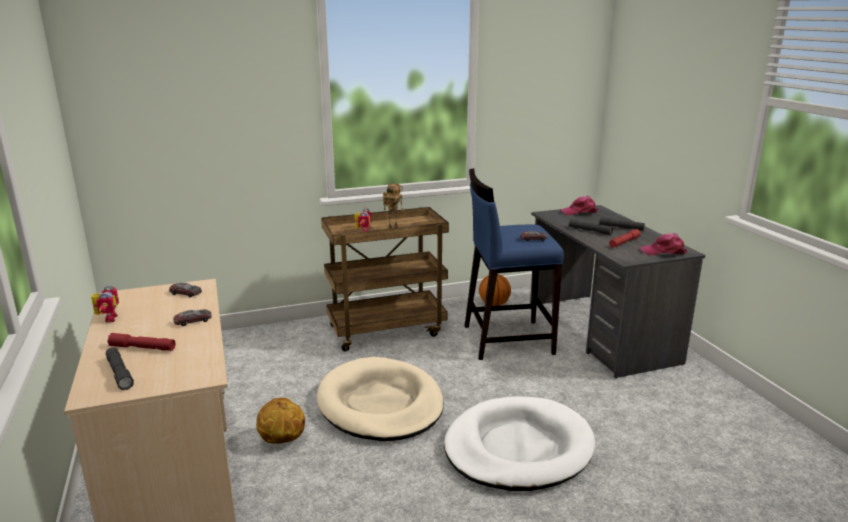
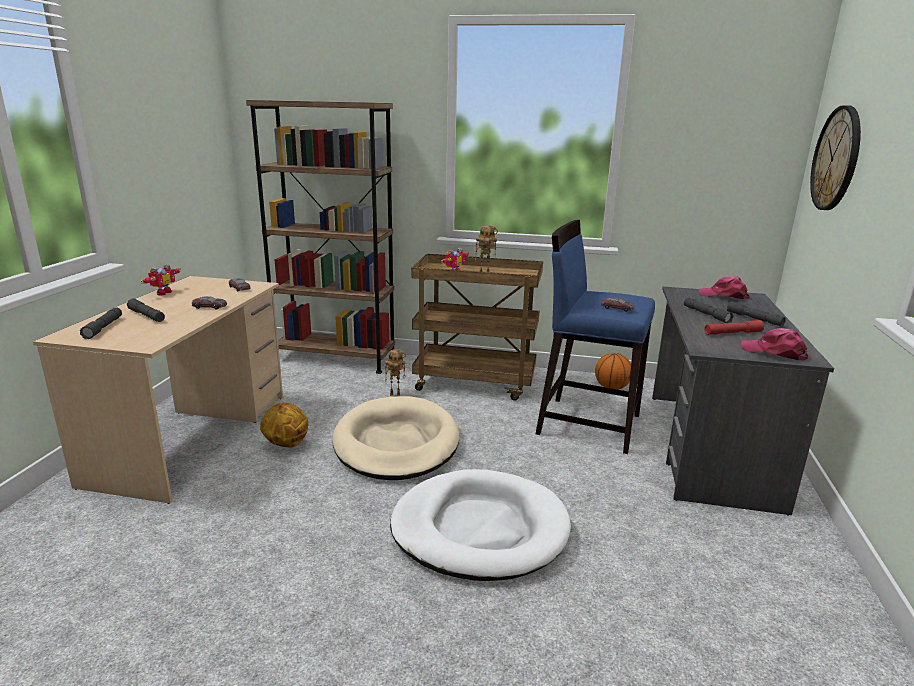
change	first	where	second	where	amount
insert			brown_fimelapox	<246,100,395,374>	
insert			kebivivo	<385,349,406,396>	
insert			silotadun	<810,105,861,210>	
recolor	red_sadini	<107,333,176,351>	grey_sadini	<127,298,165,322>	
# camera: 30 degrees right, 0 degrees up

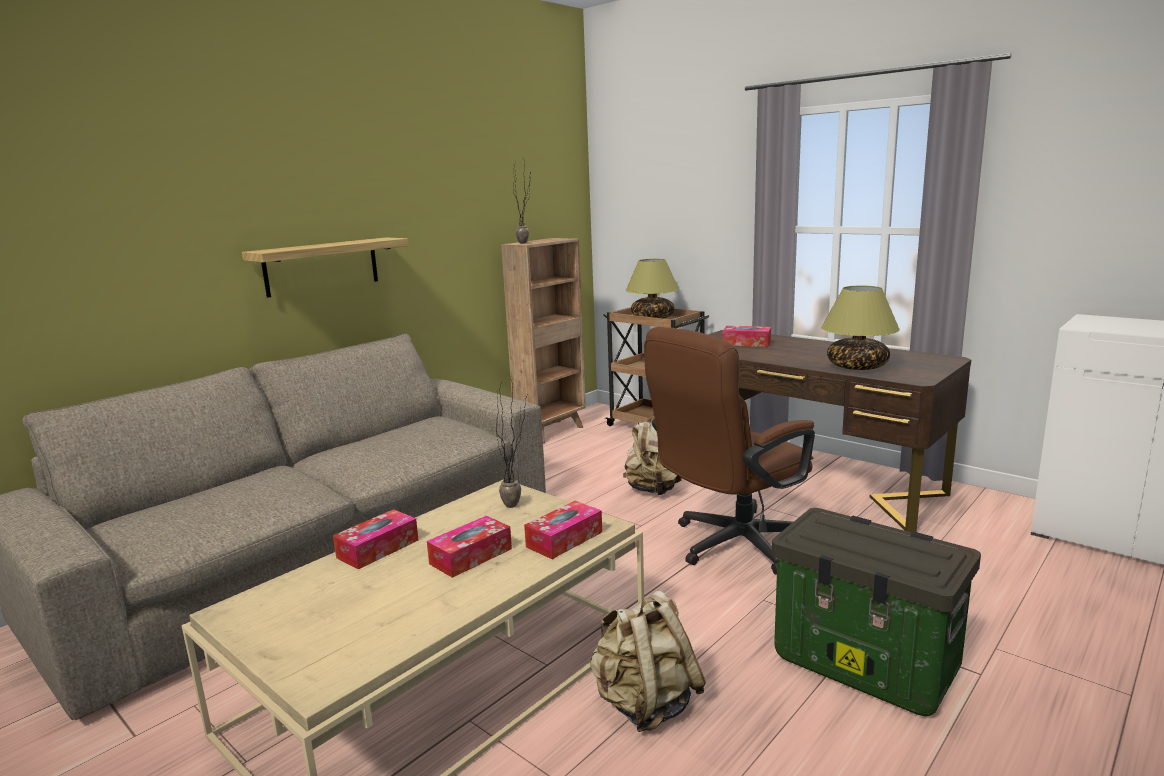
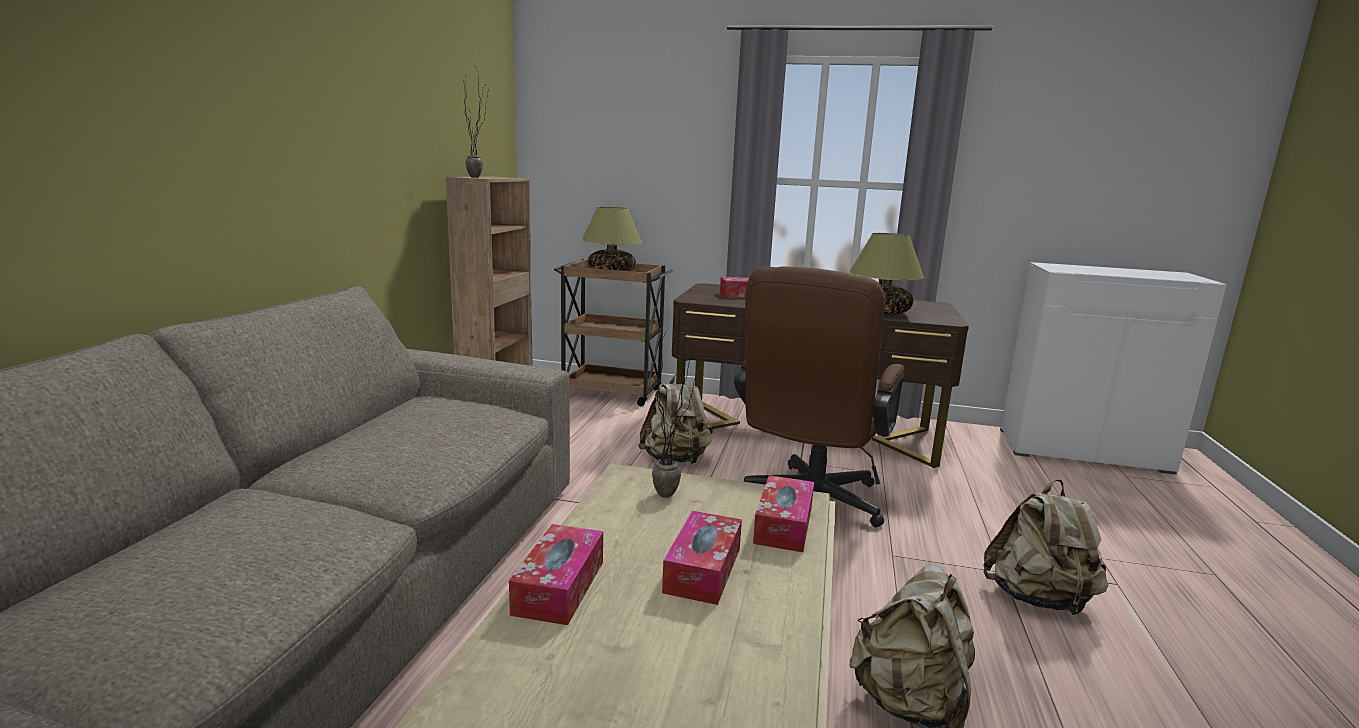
change	first	where	second	where	amount
delete	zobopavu	<242,237,409,298>			
replace	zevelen	<772,508,981,716>	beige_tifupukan	<983,479,1108,615>	
# camera: 30 degrees left, 0 degrees up

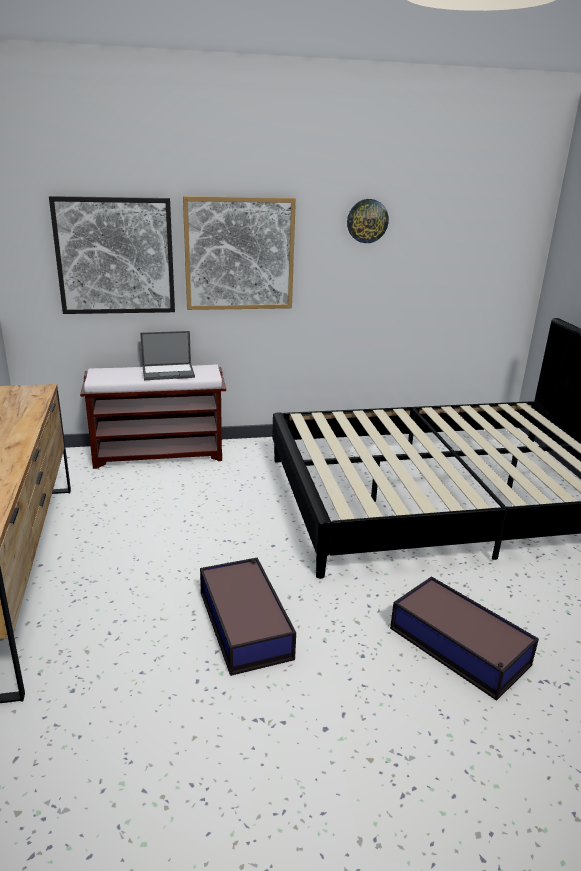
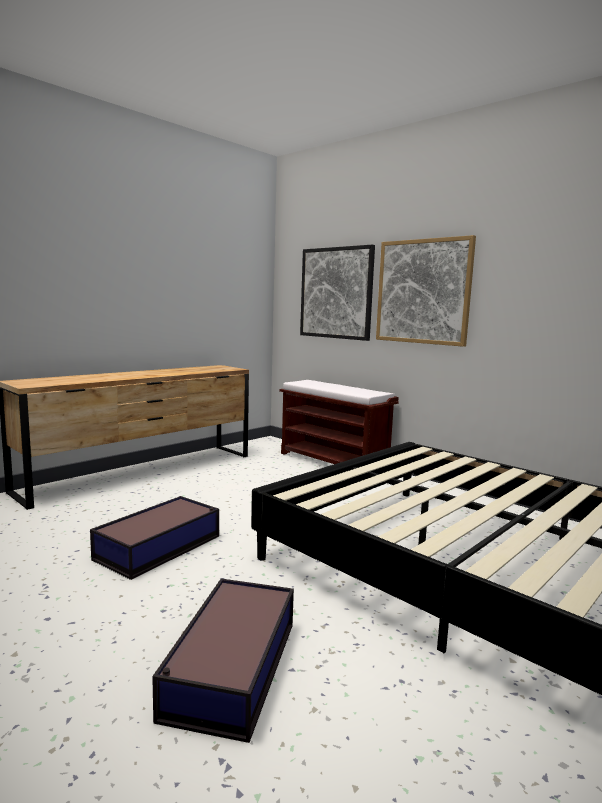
change	first	where	second	where	amount
delete	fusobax	<140,331,195,380>			
delete	silotadun	<347,199,389,243>			
# camera: 55 degrees right, 15 degrees down

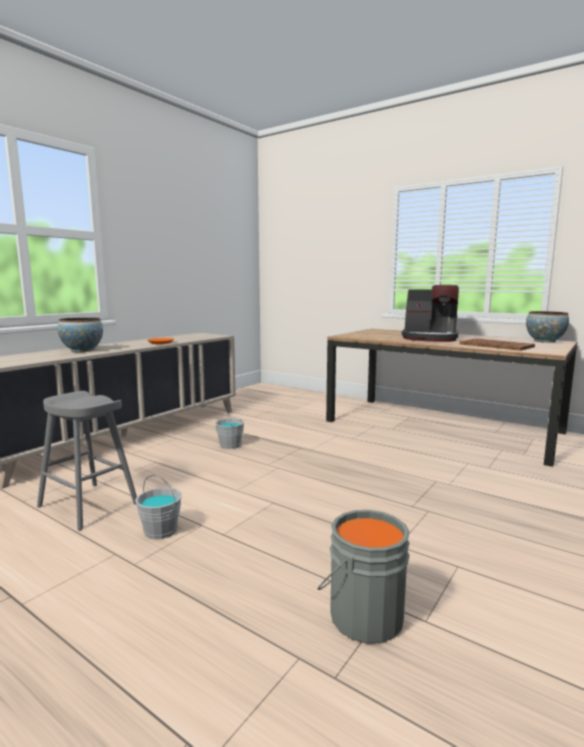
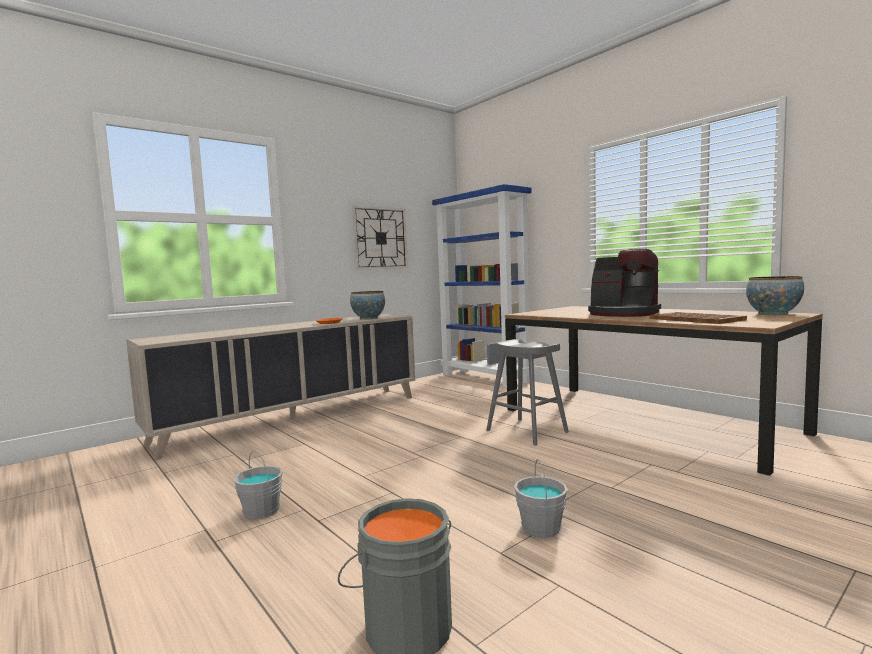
change	first	where	second	where	amount
insert			silotadun	<352,206,408,270>	
insert			blue_fimelapox	<432,184,532,388>	
move	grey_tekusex	<37,391,137,530>		<486,339,569,446>	
move	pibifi	<57,317,103,352>		<350,291,385,320>	
move	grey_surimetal	<215,408,244,449>		<514,459,568,538>	
# camera: 15 degrees right, 5 degrees down

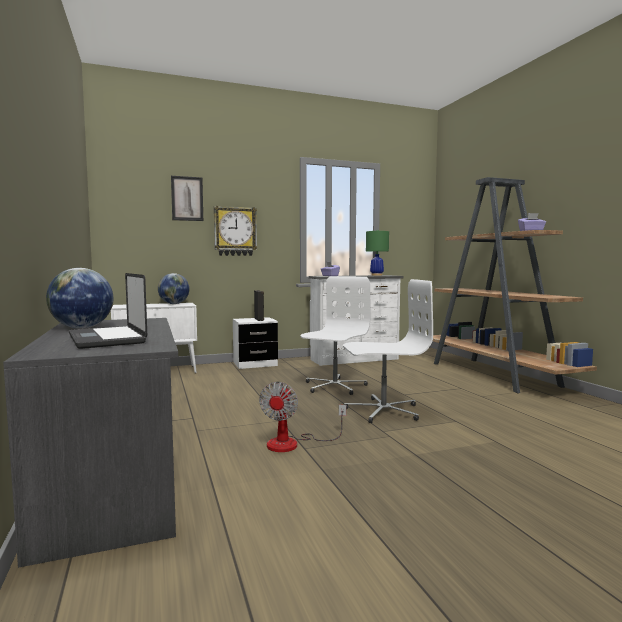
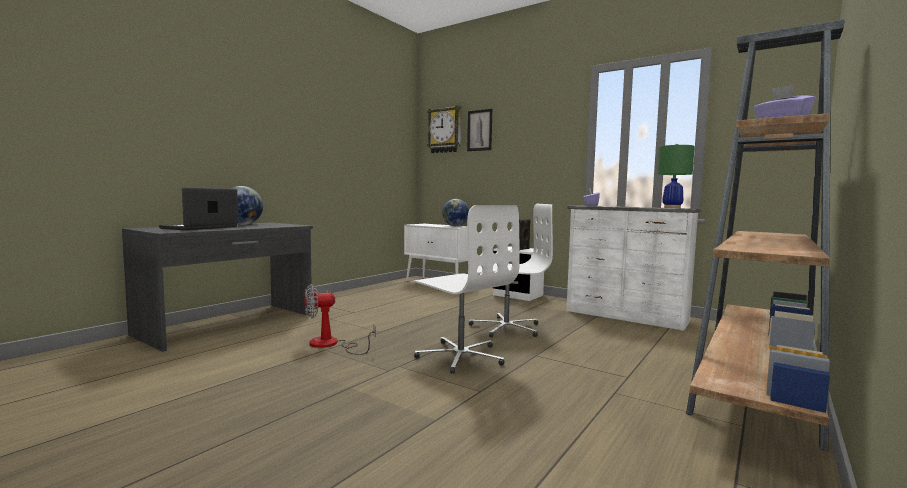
change	first	where	second	where	amount
move	silotadun	<214,206,257,256>		<427,105,461,153>	
# camera: 55 degrees right, 0 degrees up

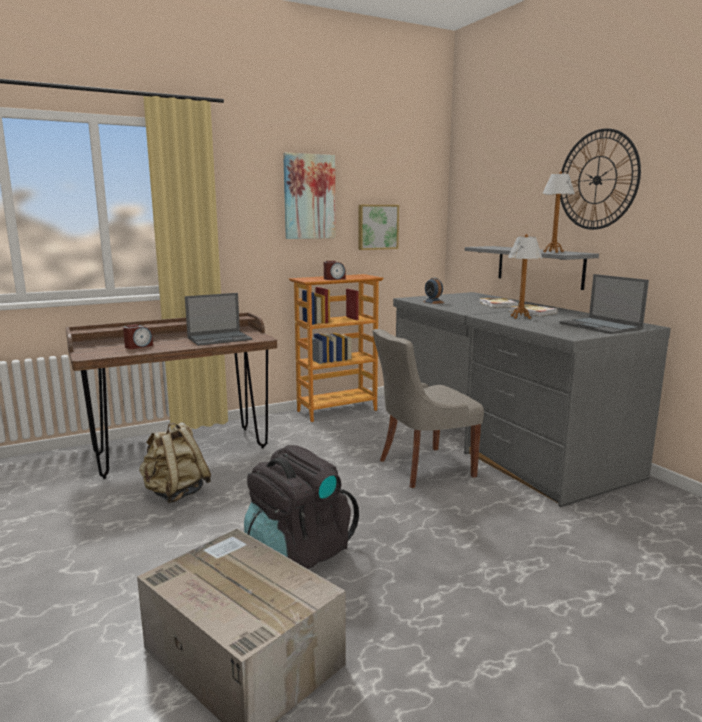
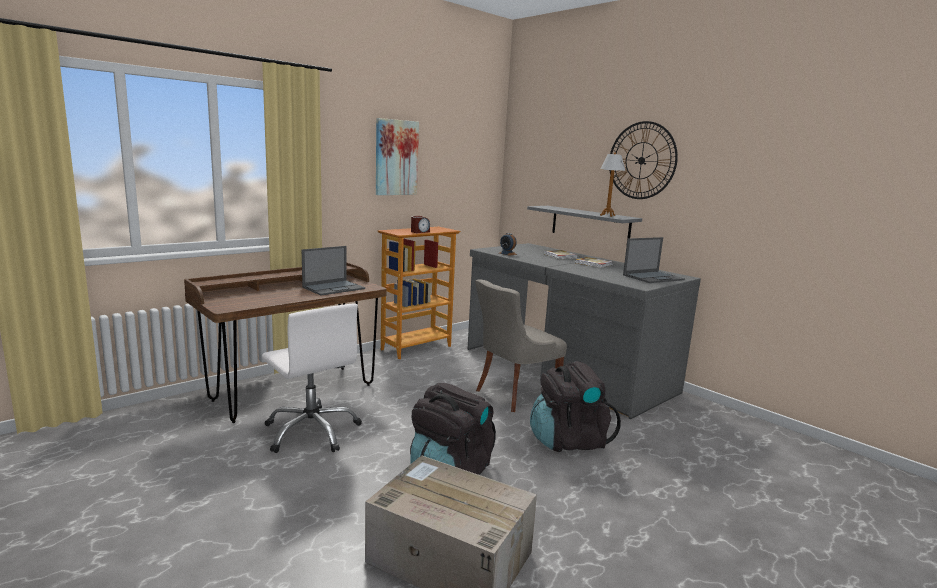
change	first	where	second	where	amount
delete	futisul	<123,324,153,349>			
delete	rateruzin	<358,205,399,250>			
delete	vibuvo	<508,234,542,319>			
insert			black_tifupukan	<530,361,621,452>	
replace	beige_tifupukan	<139,422,211,503>	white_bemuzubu	<262,303,362,453>	
rotate	fusobax	<559,274,649,334>		<623,237,685,283>	75 degrees counterclockwise
# camera: 15 degrees left, 0 degrees up

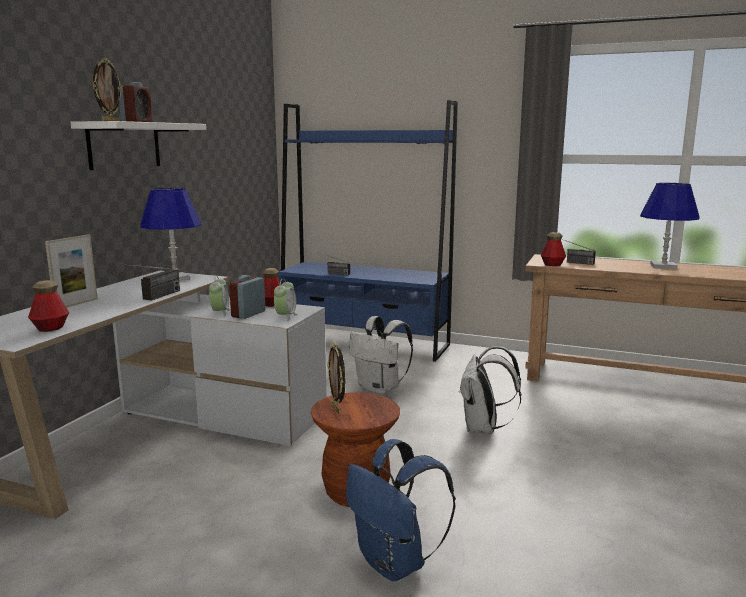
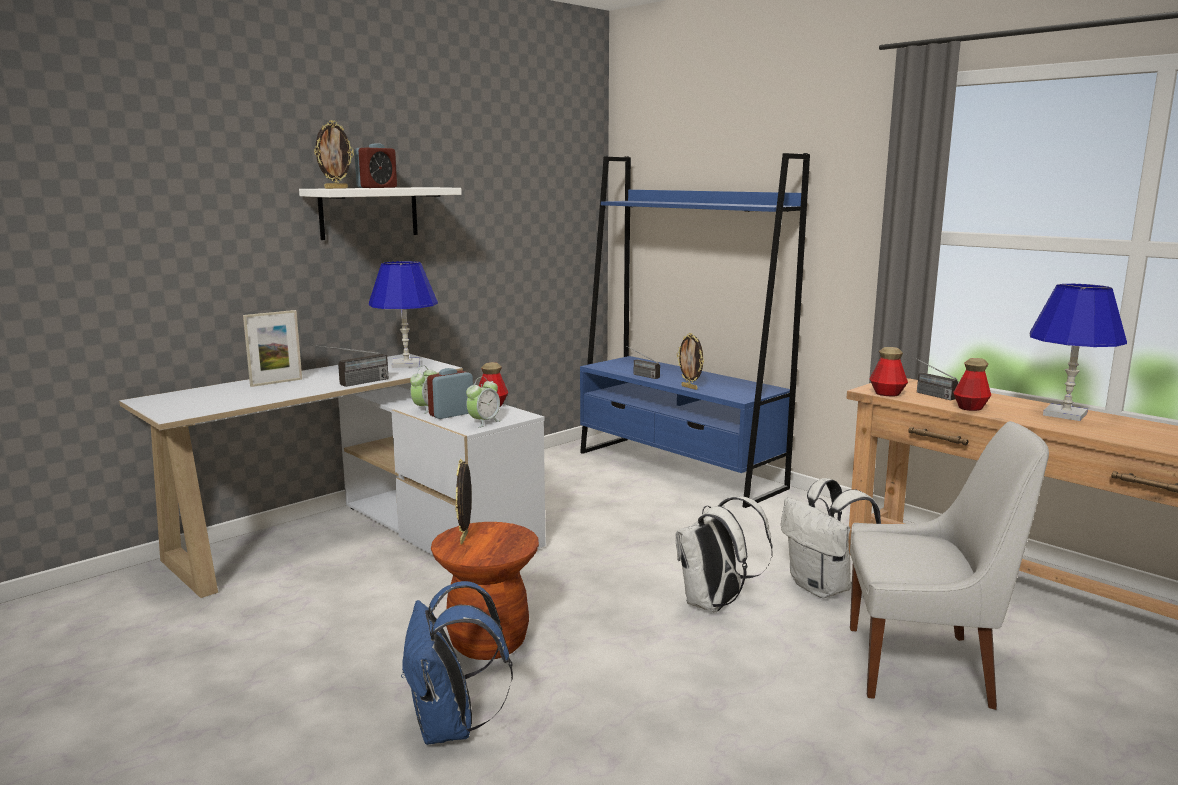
change	first	where	second	where	amount
insert			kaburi	<677,333,704,390>	
insert			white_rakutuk	<850,421,1049,710>	
move	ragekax	<28,280,69,332>		<954,358,991,411>	
move	white_tifupukan	<349,316,413,394>		<781,478,881,598>	
# camera: 25 degrees right, 0 degrees up

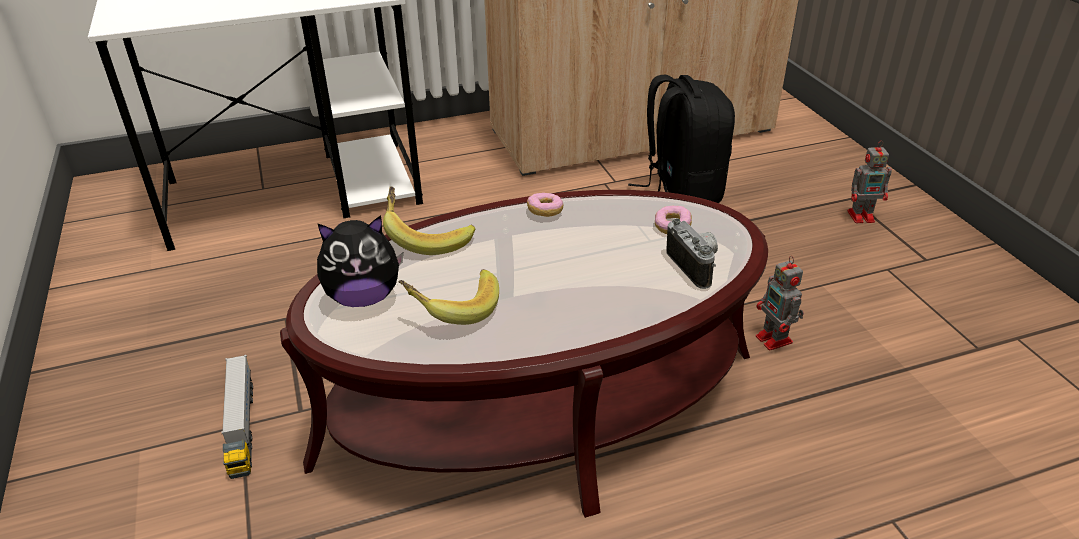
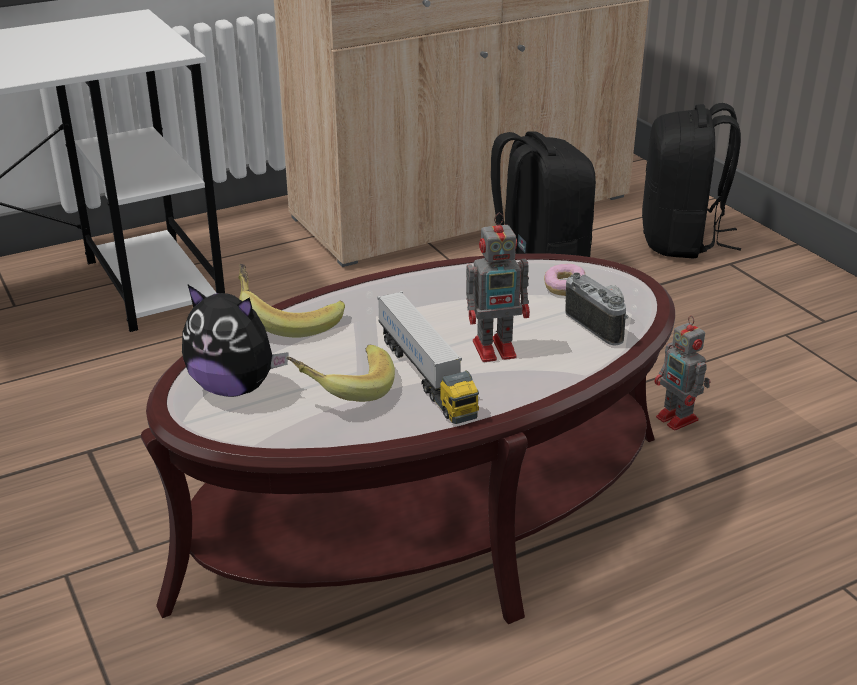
change	first	where	second	where	amount
delete	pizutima	<527,193,563,217>			
insert			black_tifupukan	<642,103,741,259>	
move	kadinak	<221,355,253,479>		<377,291,479,424>	
move	kebivivo	<848,140,892,223>		<466,213,530,362>	
rotate	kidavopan	<317,216,403,307>		<182,285,289,397>	45 degrees clockwise
# camera: 10 degrees left, 5 degrees down

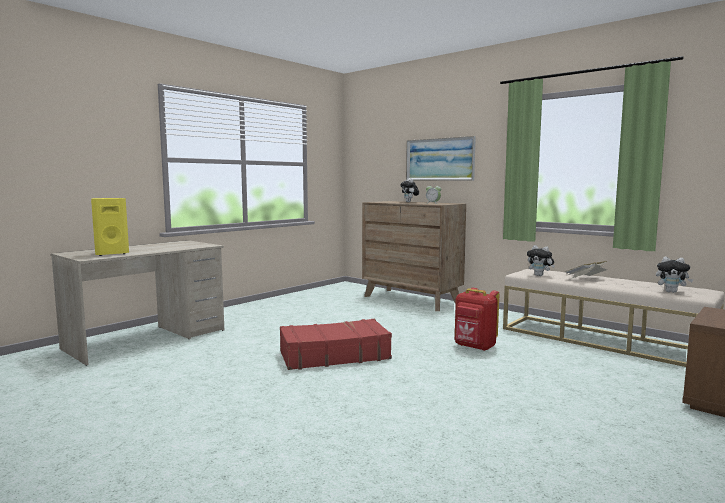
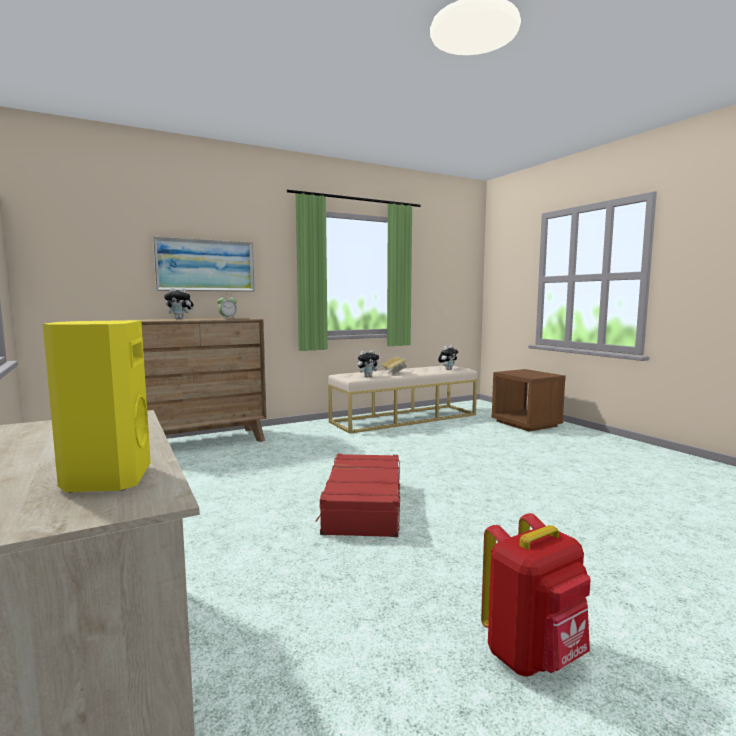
change	first	where	second	where	amount
move	red_tifupukan	<455,288,499,351>		<481,513,591,676>	
# camera: 70 degrees left, 0 degrees up

